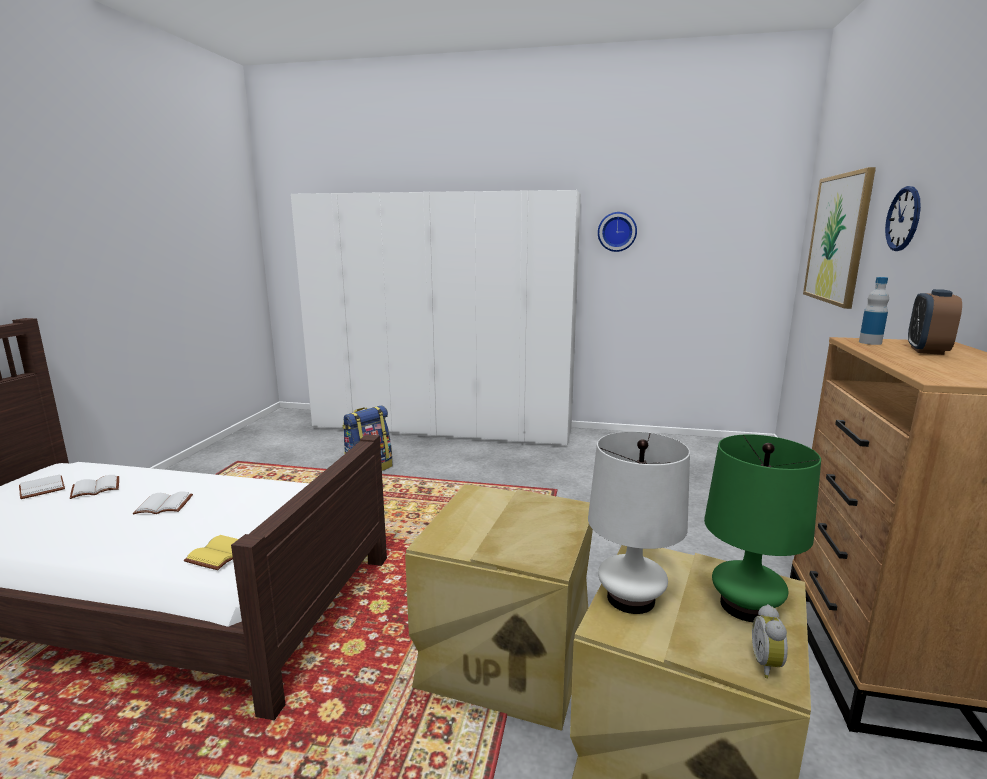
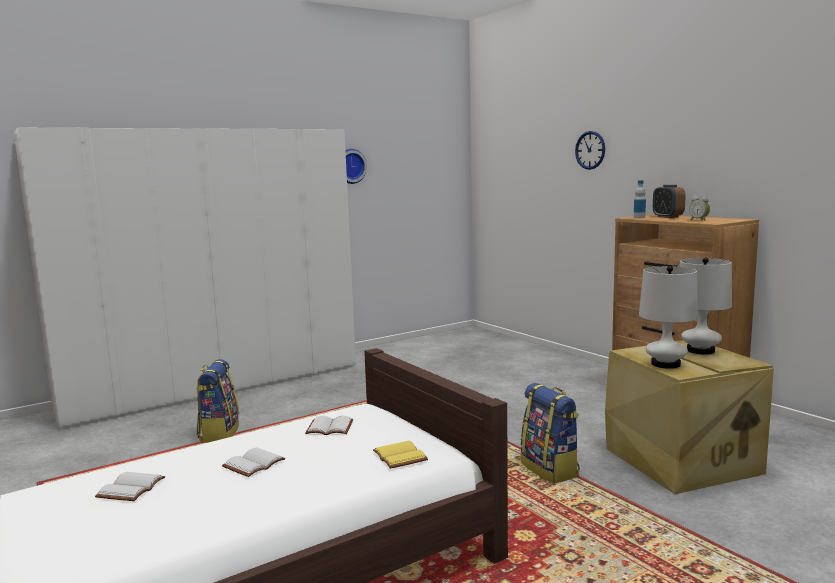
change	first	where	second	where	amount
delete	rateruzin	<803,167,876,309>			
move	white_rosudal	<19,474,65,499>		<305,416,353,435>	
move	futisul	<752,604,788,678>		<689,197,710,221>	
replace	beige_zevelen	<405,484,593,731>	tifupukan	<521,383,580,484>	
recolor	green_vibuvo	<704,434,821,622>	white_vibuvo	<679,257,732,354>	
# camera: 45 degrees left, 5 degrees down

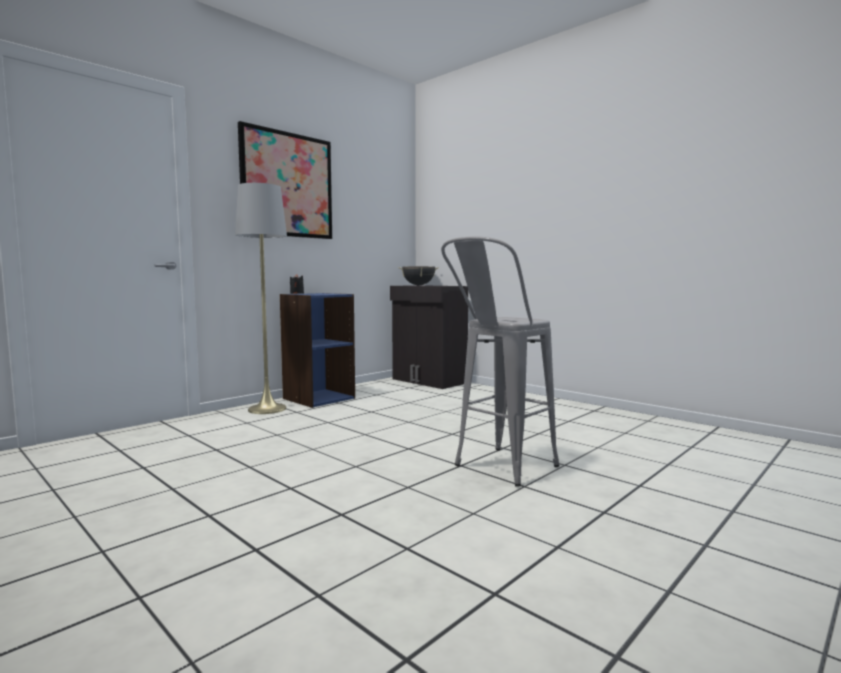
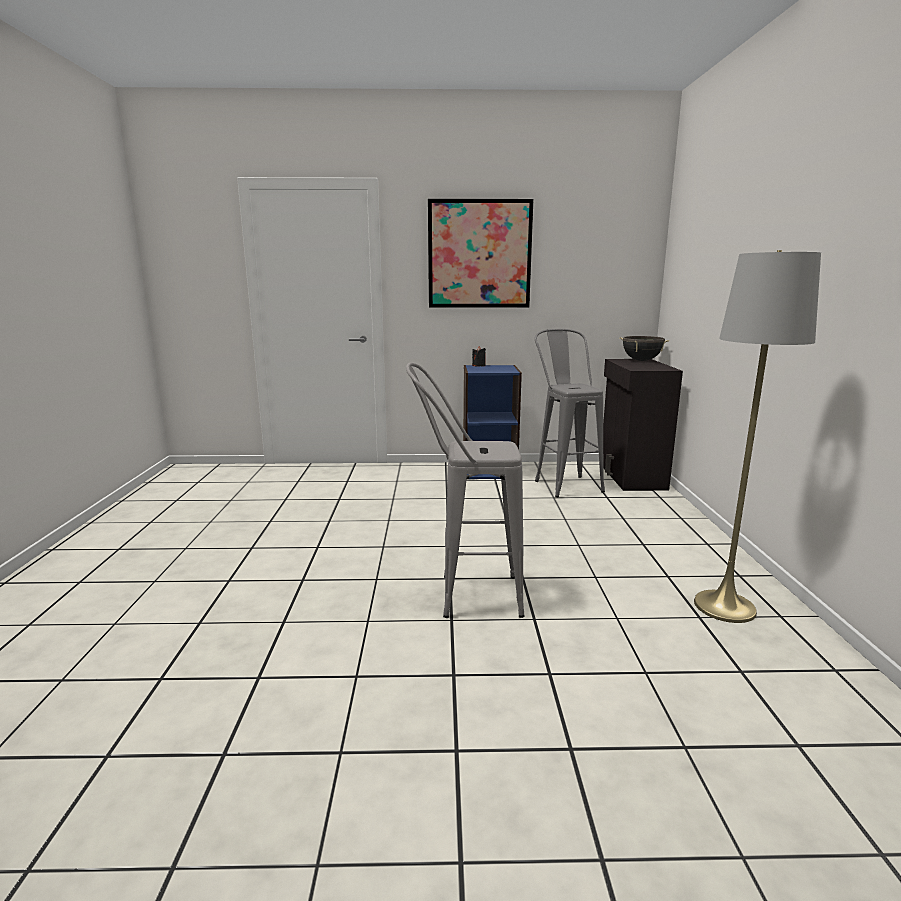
change	first	where	second	where	amount
insert			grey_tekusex	<535,329,605,497>	
move	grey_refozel	<235,183,287,414>		<694,250,821,623>	
# camera: 45 degrees right, 10 degrees up

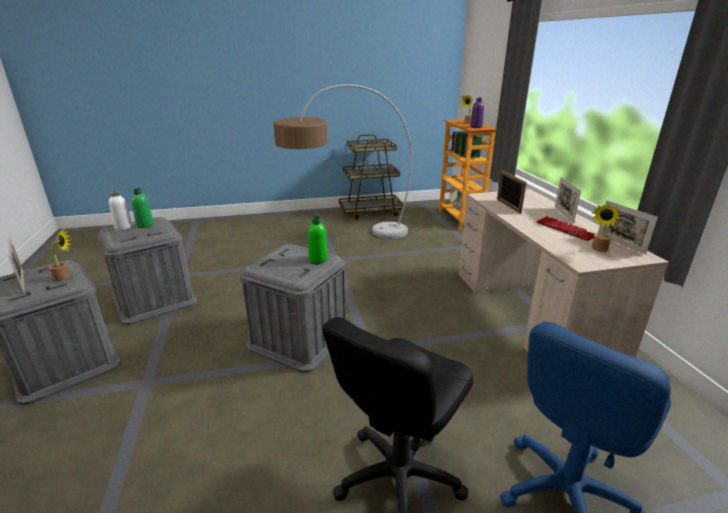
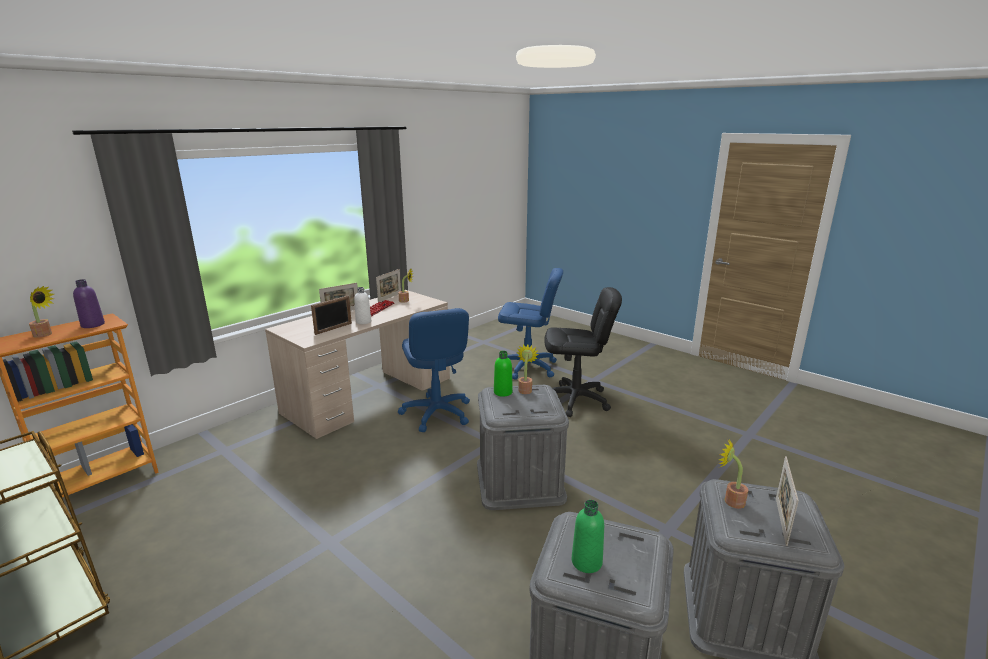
change	first	where	second	where	amount
delete	refozel	<273,85,412,239>			
insert			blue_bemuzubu	<398,308,470,432>	
insert			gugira	<516,344,539,394>	
move	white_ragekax	<109,190,132,230>		<354,287,371,324>	
# camera: 125 degrees left, 5 degrees down

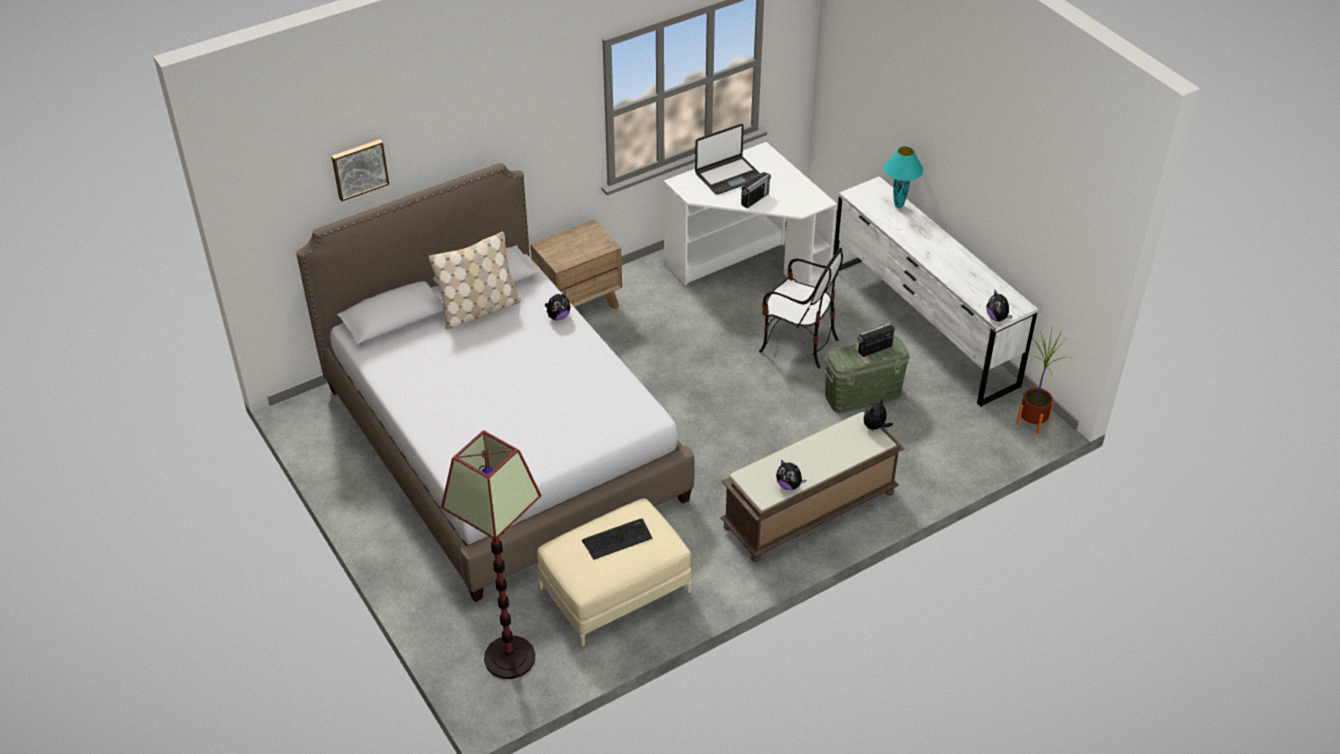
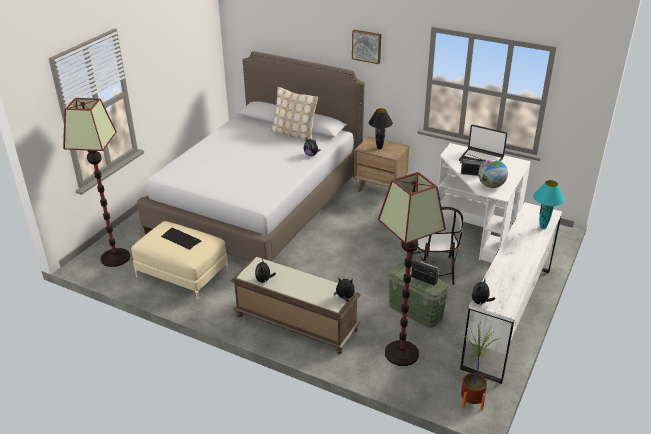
change	first	where	second	where	amount
insert			black_vibuvo	<369,108,393,149>	
insert			refozel	<378,172,446,366>	
insert			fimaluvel	<478,159,508,188>	
move	rateruzin	<331,139,389,201>		<352,30,381,64>	
# camera: 60 degrees right, 10 degrees down

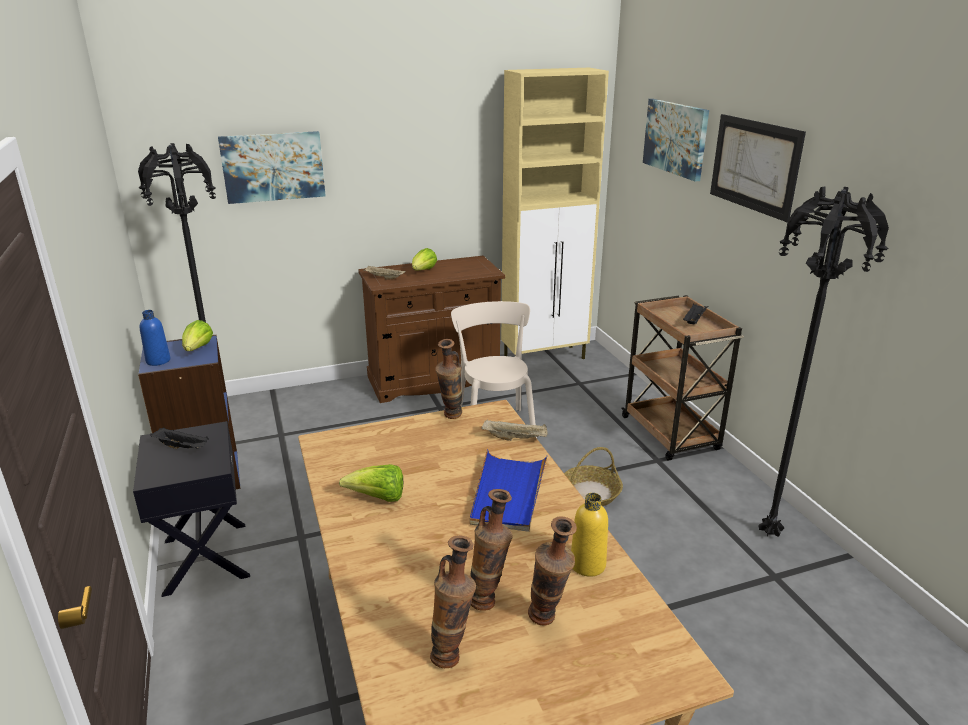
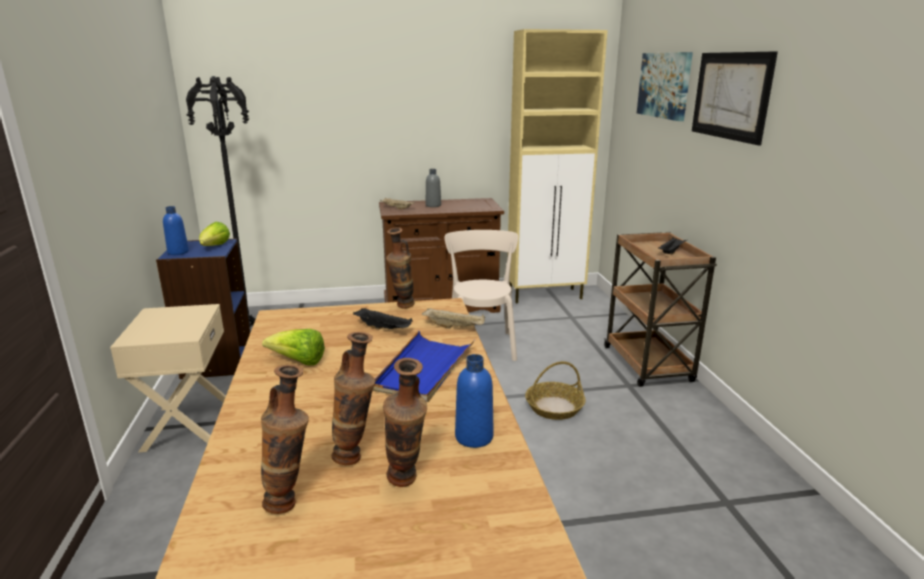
change	first	where	second	where	amount
delete	rateruzin	<218,131,326,204>			
delete	black_refozel	<758,187,889,537>			
move	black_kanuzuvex	<150,428,209,449>		<353,308,413,330>	
replace	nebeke	<412,248,437,271>	grey_ragekax	<426,169,441,207>	
recolor	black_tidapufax	<133,421,250,597>	beige_tidapufax	<110,304,226,453>	
recolor	yellow_ragekax	<571,493,608,577>	blue_ragekax	<455,354,494,448>	
# camera: 10 degrees right, 5 degrees down

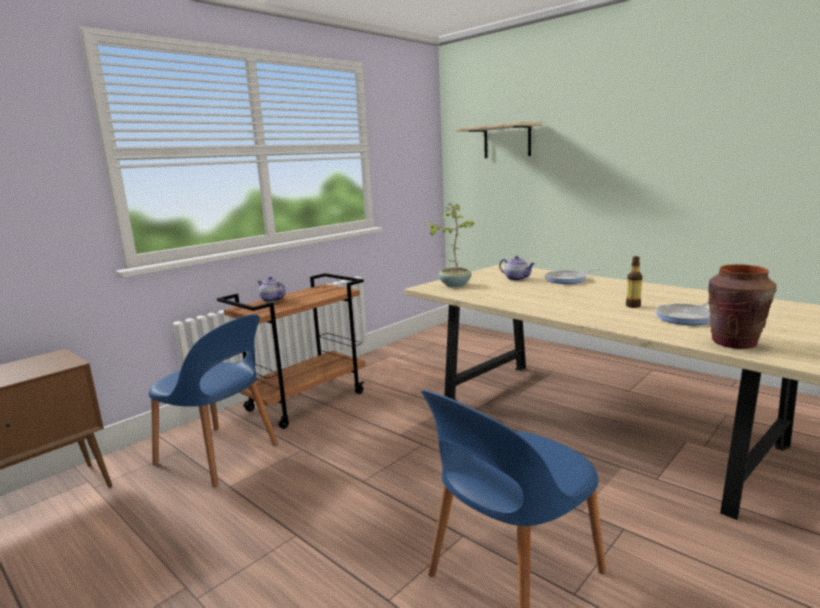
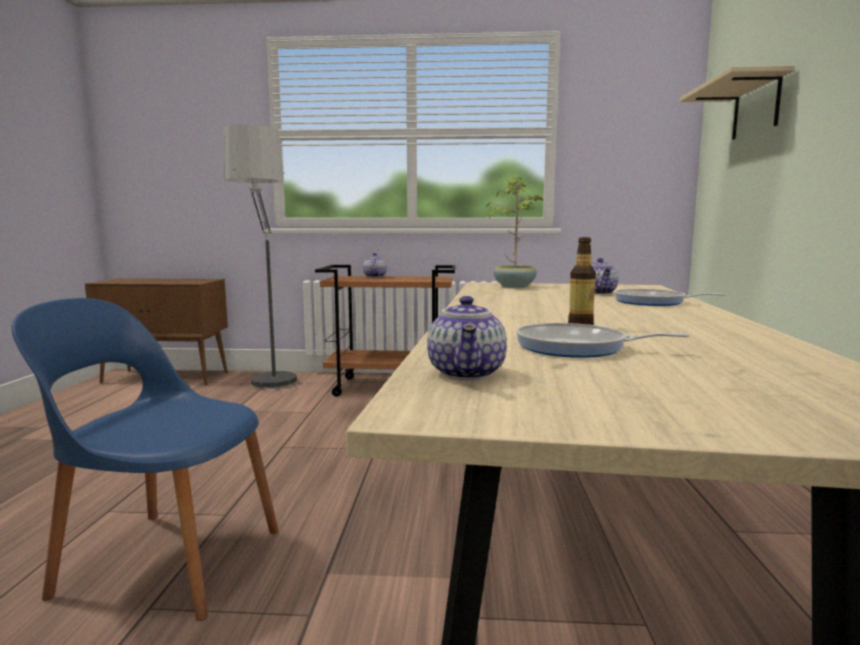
change	first	where	second	where	amount
replace	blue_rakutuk	<149,315,278,487>	refozel	<224,125,305,390>	
replace	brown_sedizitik	<708,264,777,349>	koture	<427,296,507,380>	
# camera: 50 degrees right, 5 degrees down

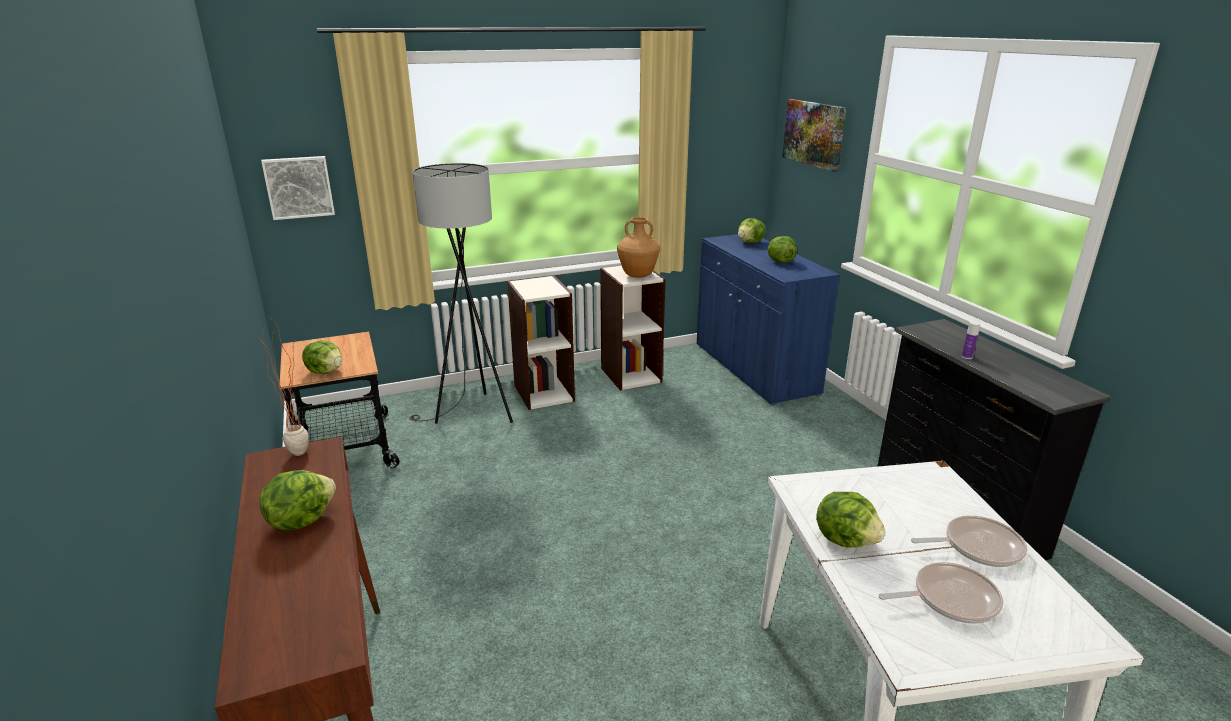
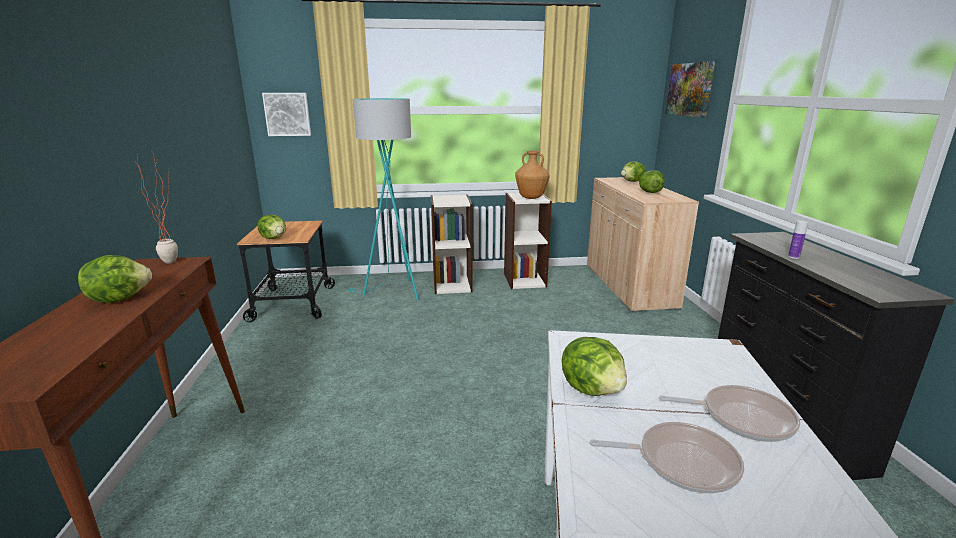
change	first	where	second	where	amount
recolor	grey_refozel	<409,163,513,424>	turquoise_refozel	<348,98,419,301>	
recolor	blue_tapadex	<697,234,840,406>	beige_tapadex	<587,177,699,313>	
# camera: 15 degrees right, 5 degrees down

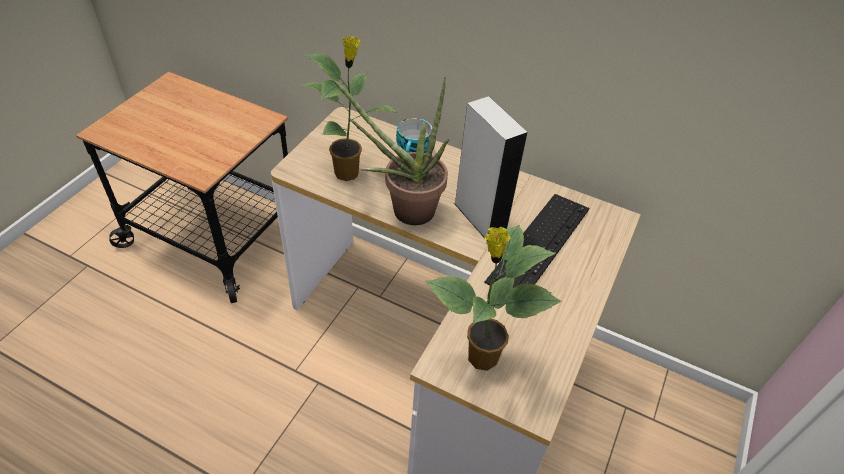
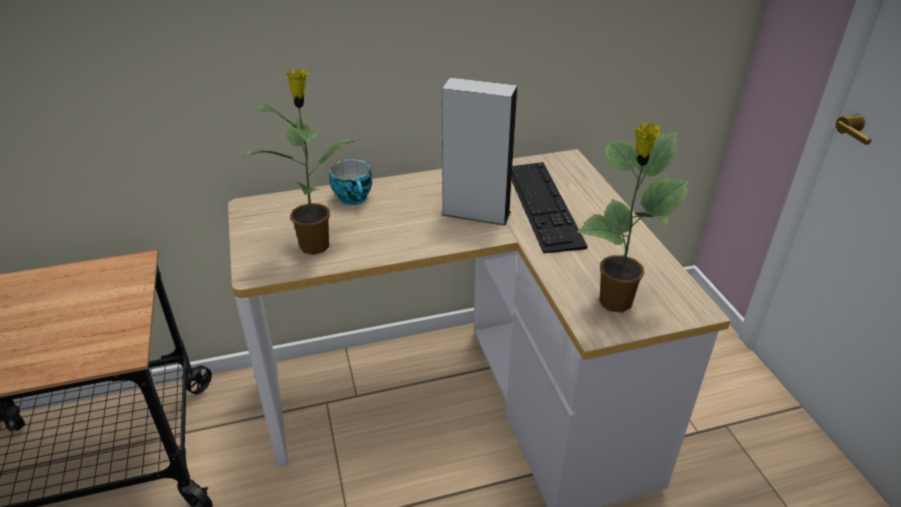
change	first	where	second	where	amount
delete	gugira	<333,77,449,225>			
# camera: 40 degrees left, 10 degrees down

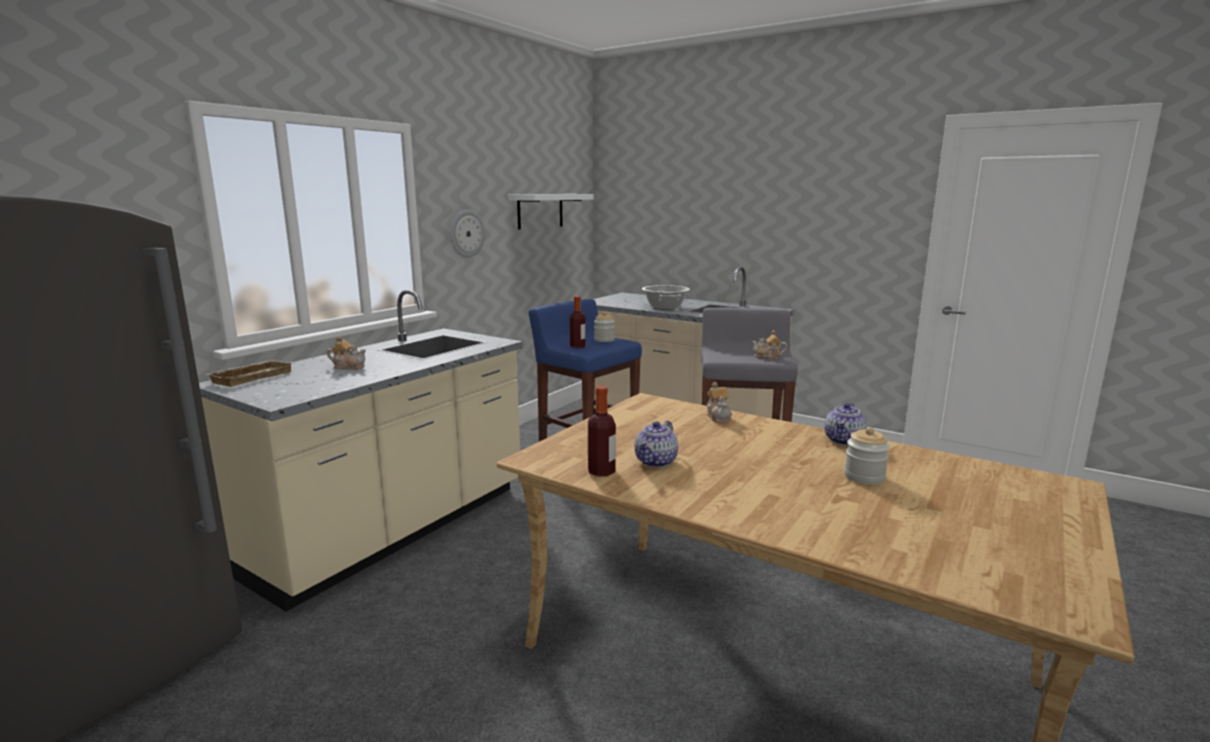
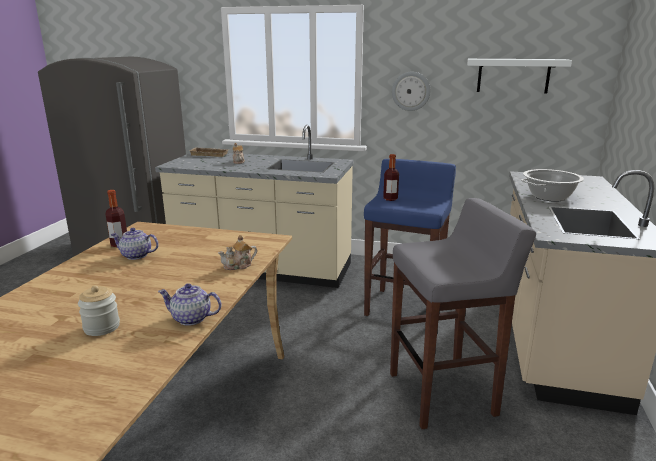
change	first	where	second	where	amount
delete	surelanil	<594,312,615,342>			
delete	koture	<751,330,787,359>			
# camera: 70 degrees right, 5 degrees up

